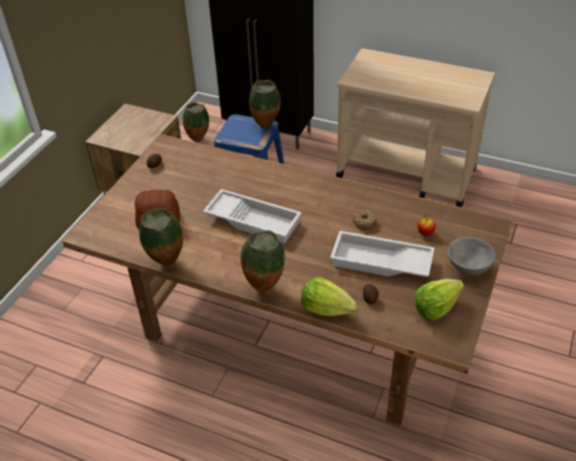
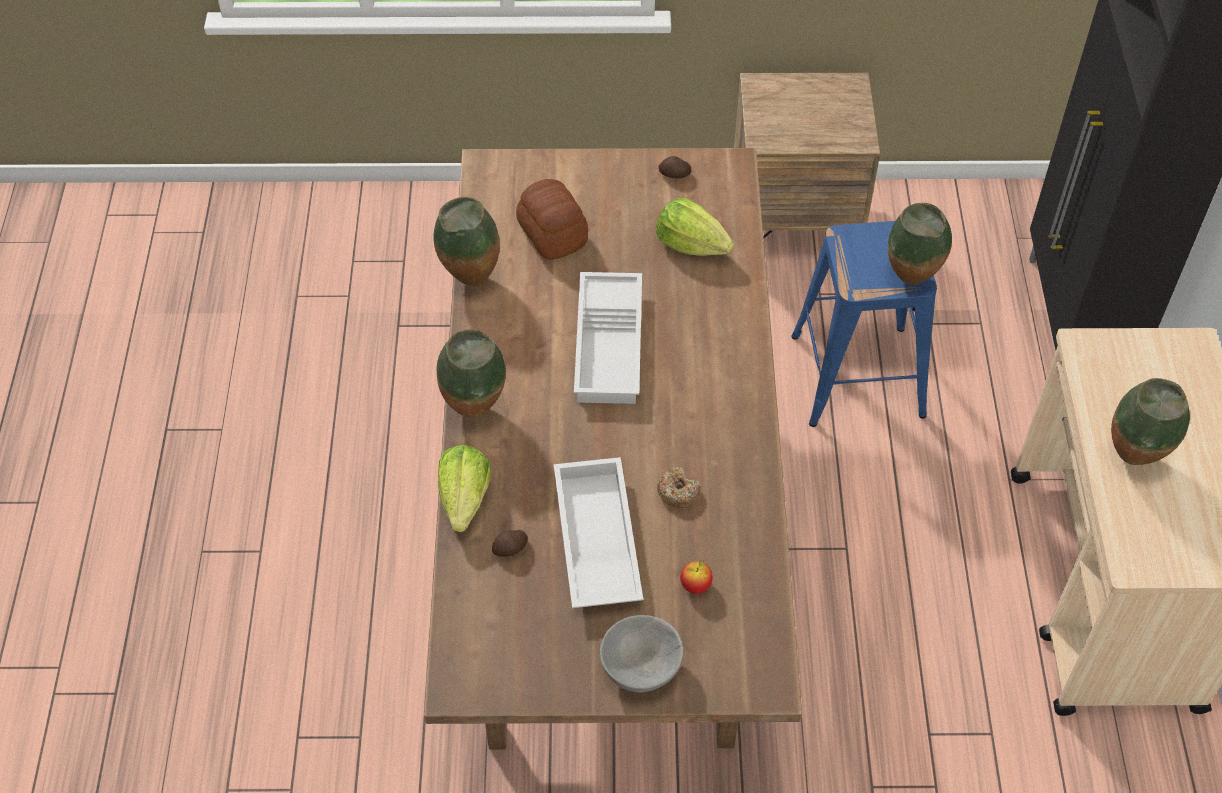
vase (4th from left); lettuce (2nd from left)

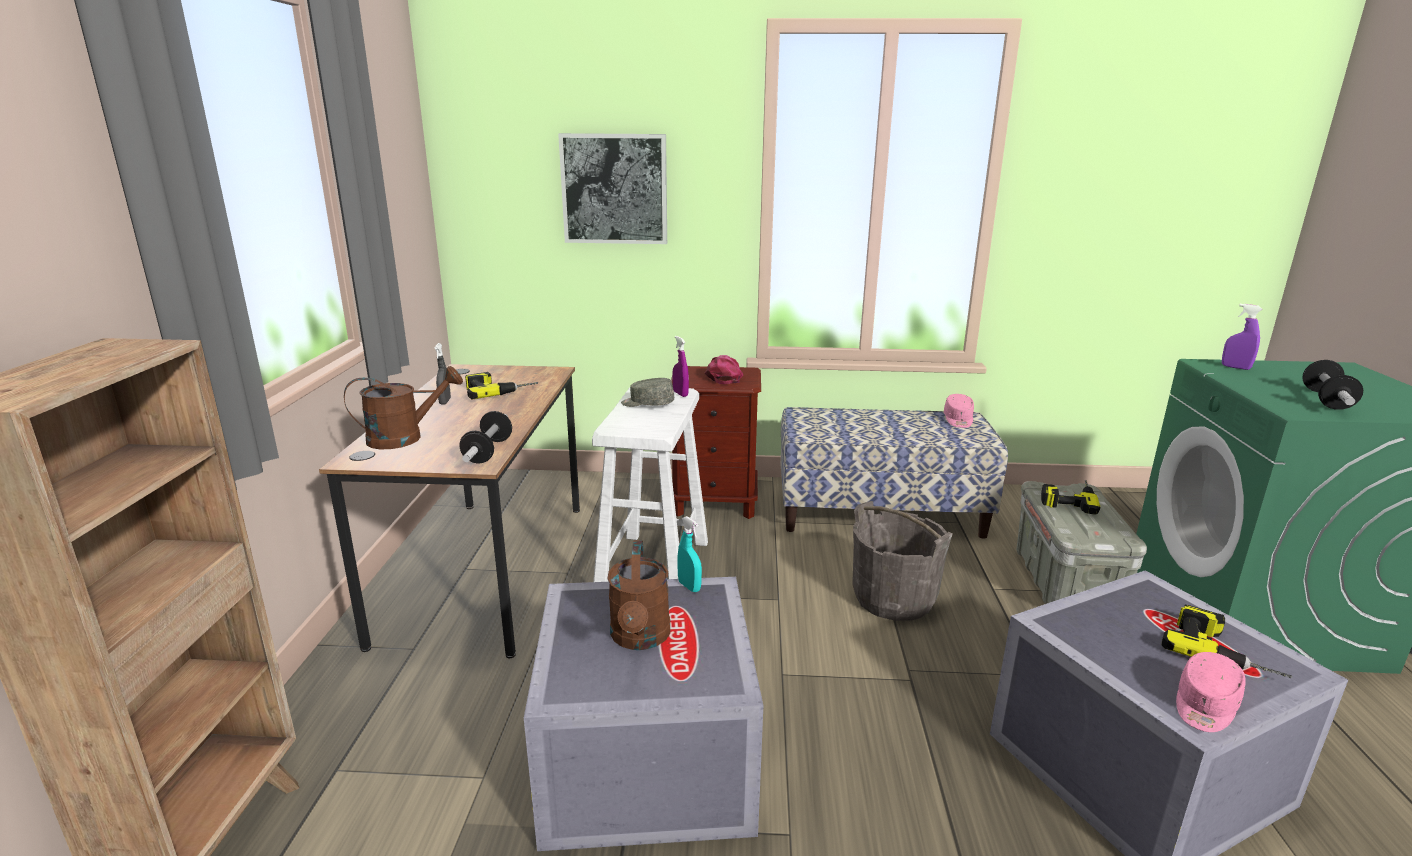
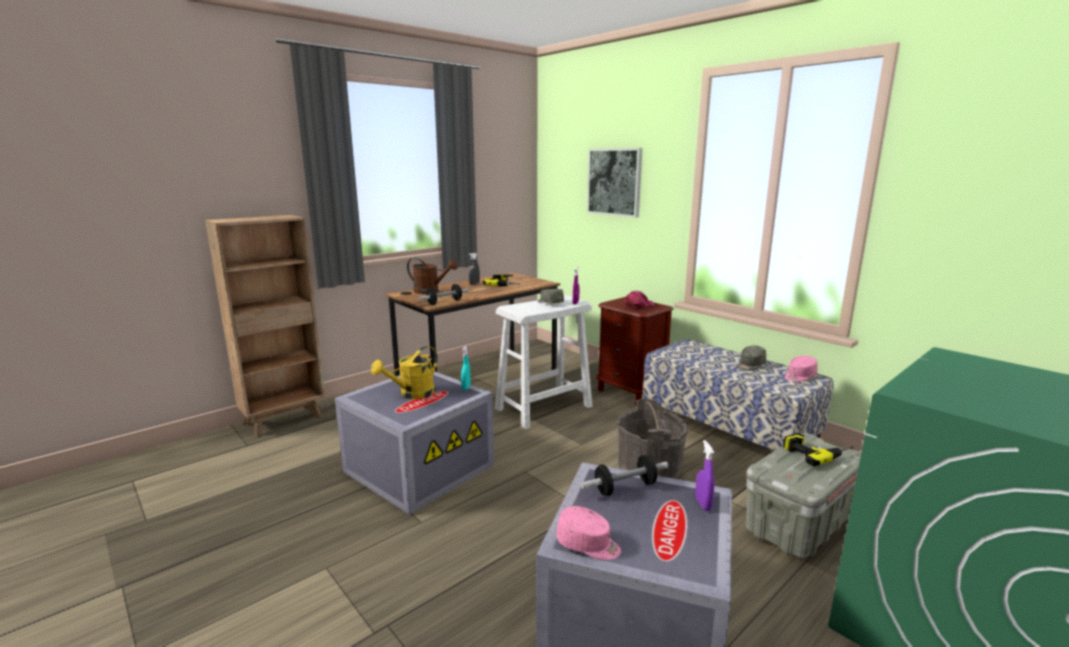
power drill (3rd from left in the first image); grey cap (2nd from left); purple spray bottle (2nd from left); dumbbell (2nd from left); yellow watering can; pink cap (1st from left)

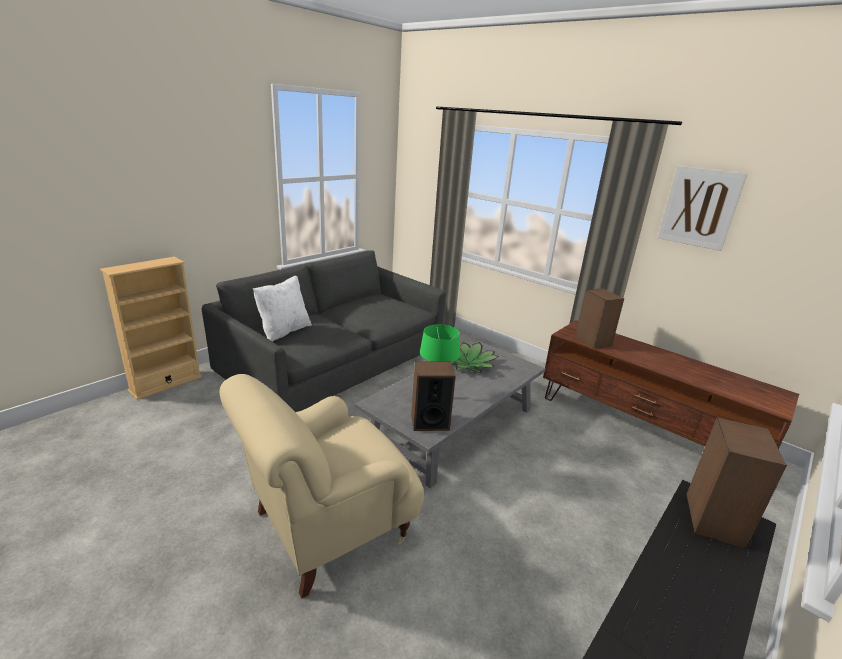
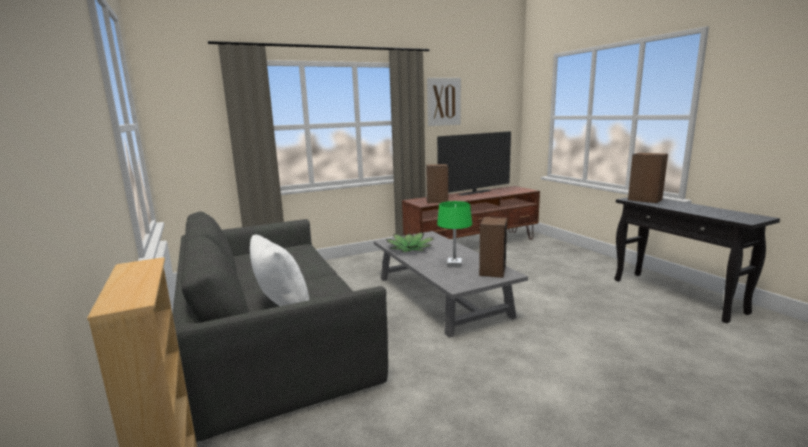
beige armchair; television

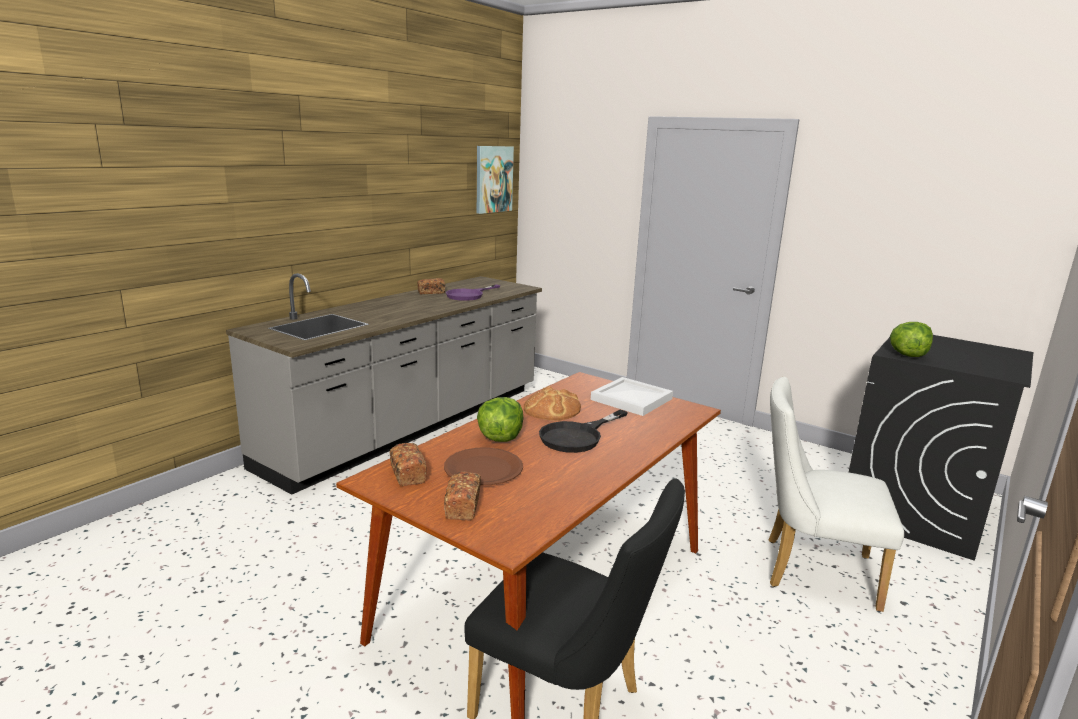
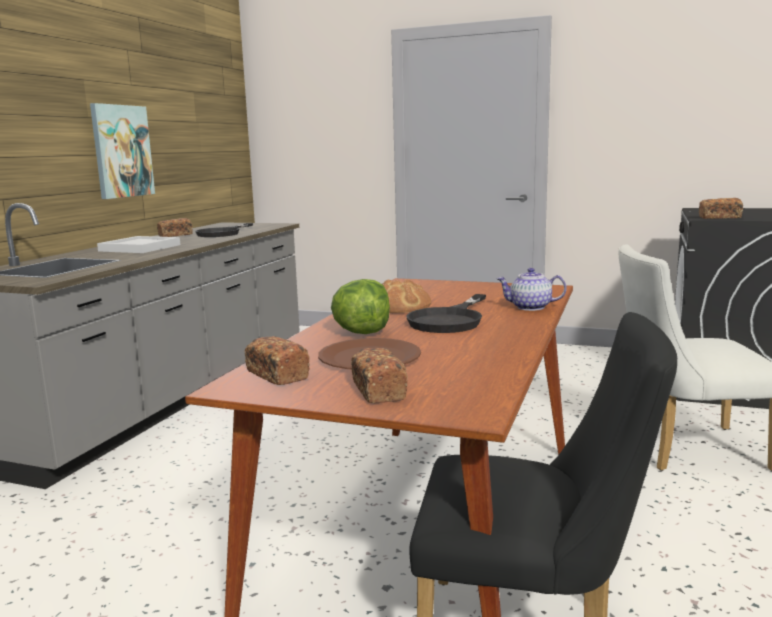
teapot; picture; white tray; bread (5th from left); black frying pan (1st from left)

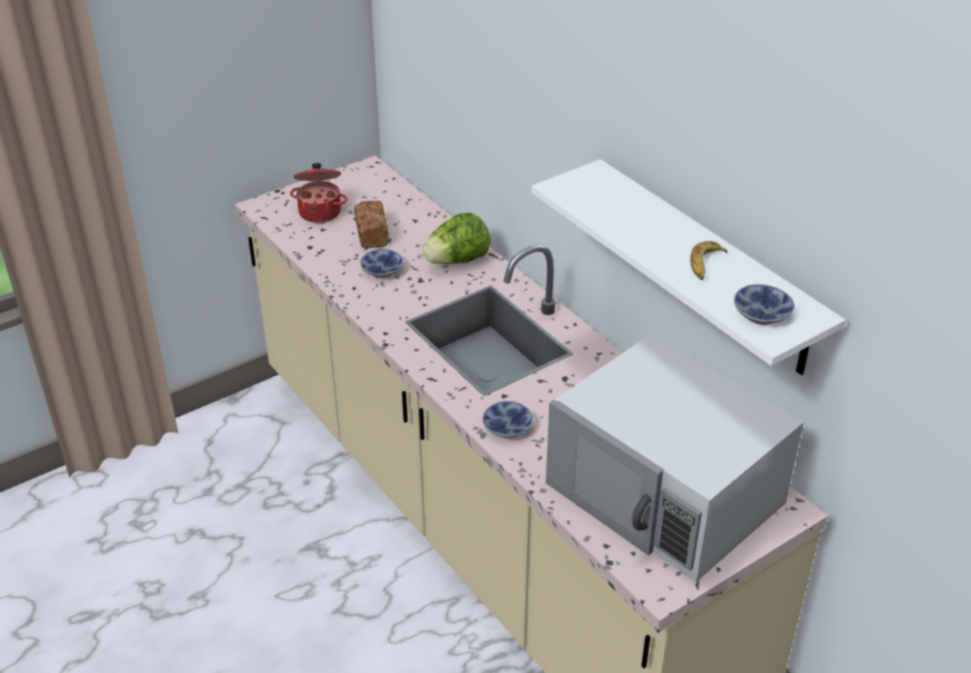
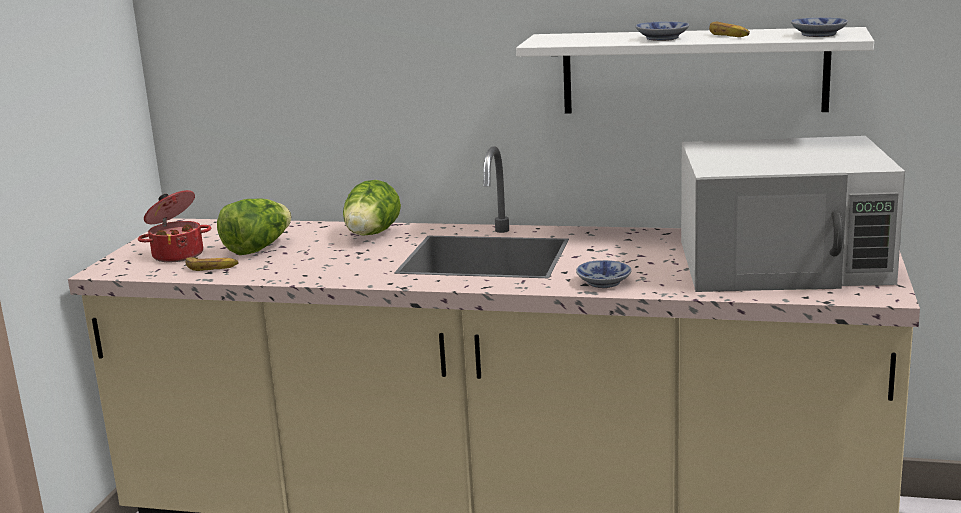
banana (1st from left); bowl (2nd from left); lettuce (1st from left)

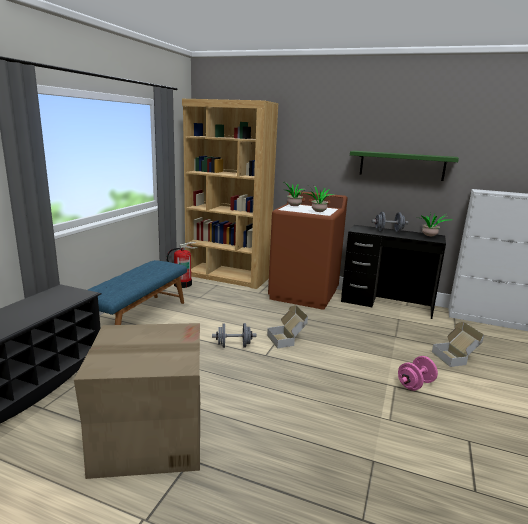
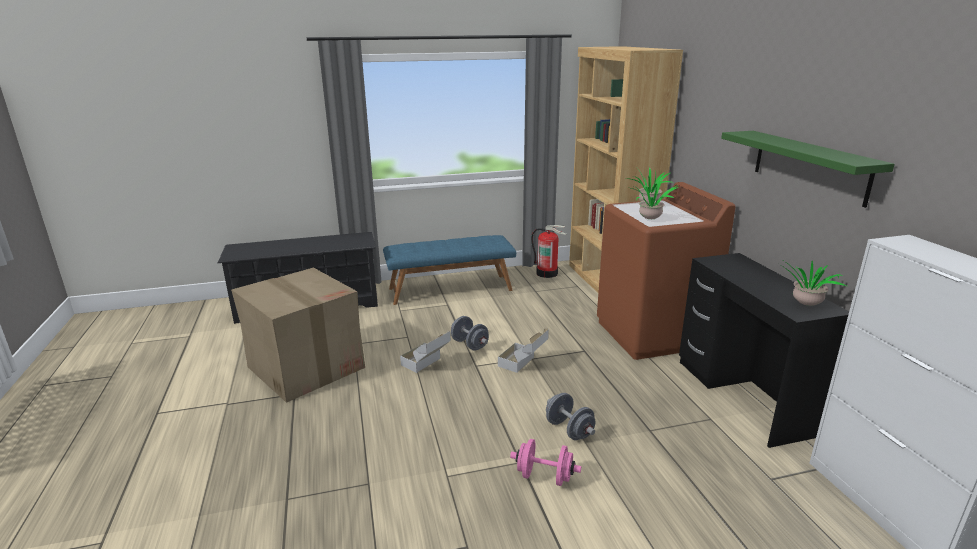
grey dumbbell (2nd from left); cardboard box (2nd from left)

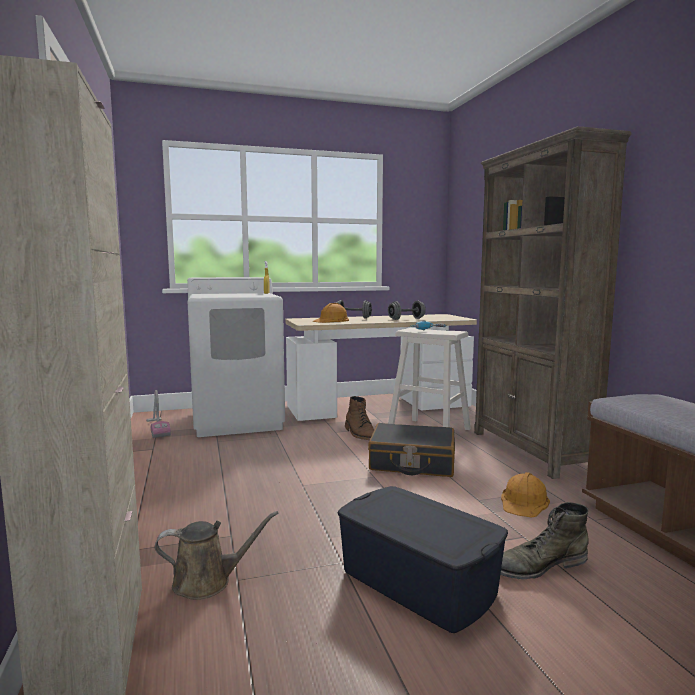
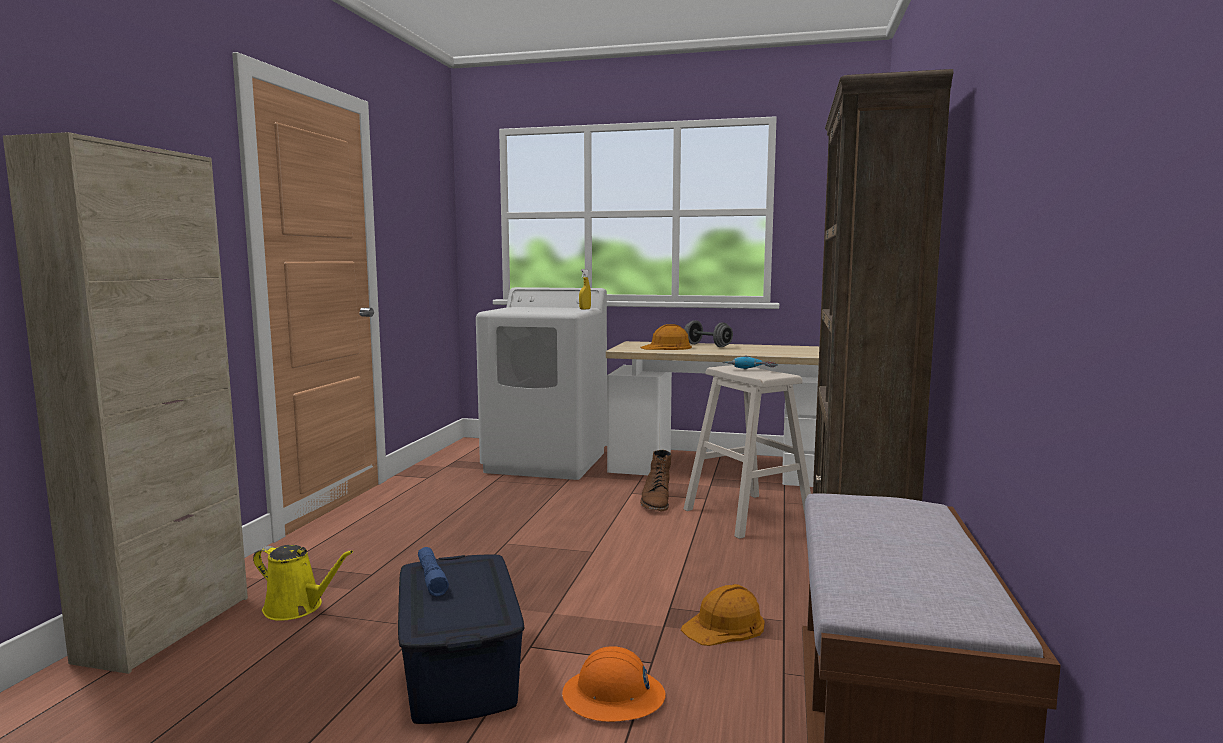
vacuum cleaner; black suitcase; grey dumbbell (2nd from left in the first image); blue flashlight; orange hard hat (1st from left); yellow watering can

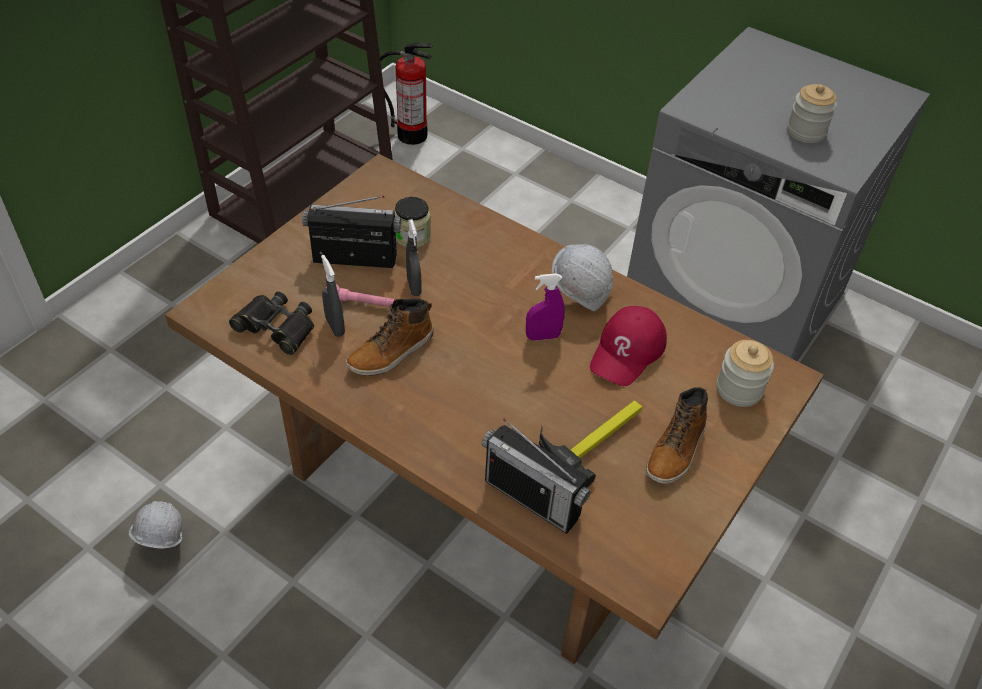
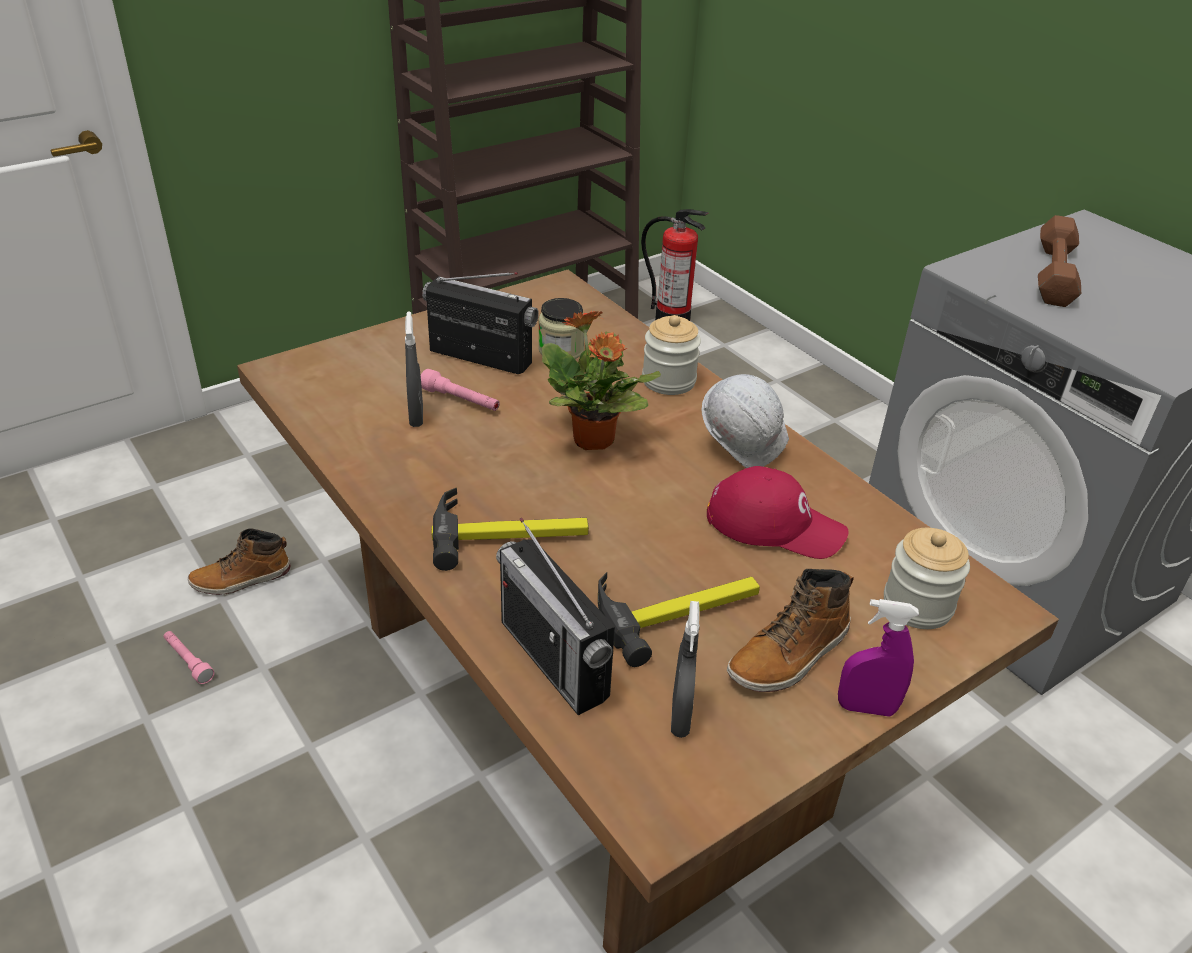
black binoculars; hammer (1st from left); potted plant; brown dumbbell; boot (1st from left); grey spray bottle (2nd from left); purple spray bottle; jar (2nd from left); pink flashlight (1st from left); red cap

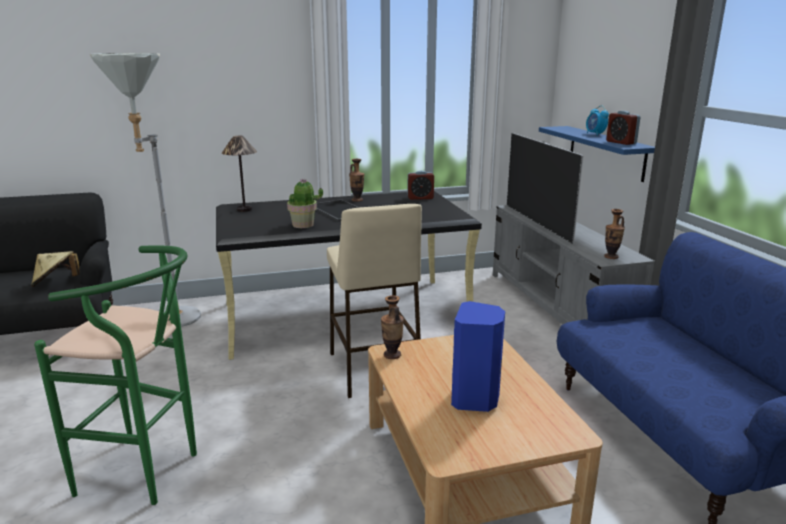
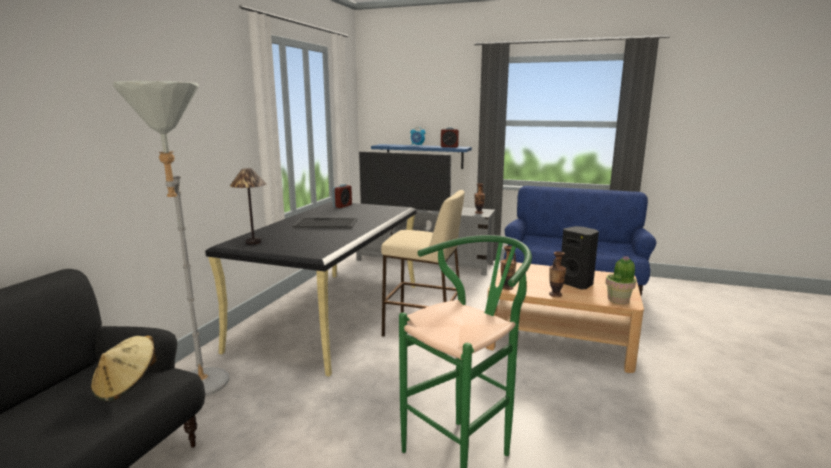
potted plant; vase (3rd from left); black speaker

